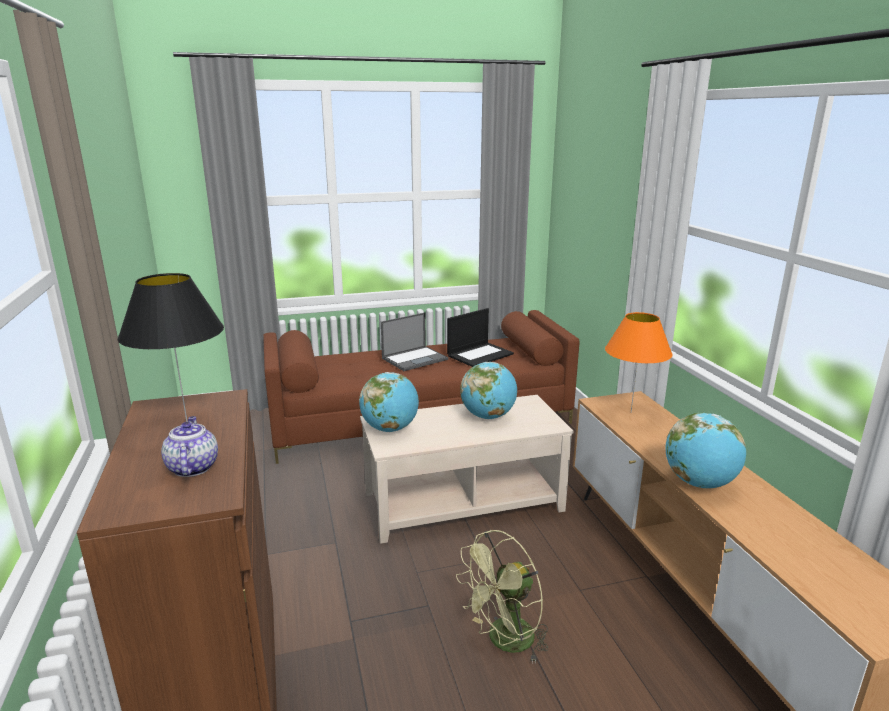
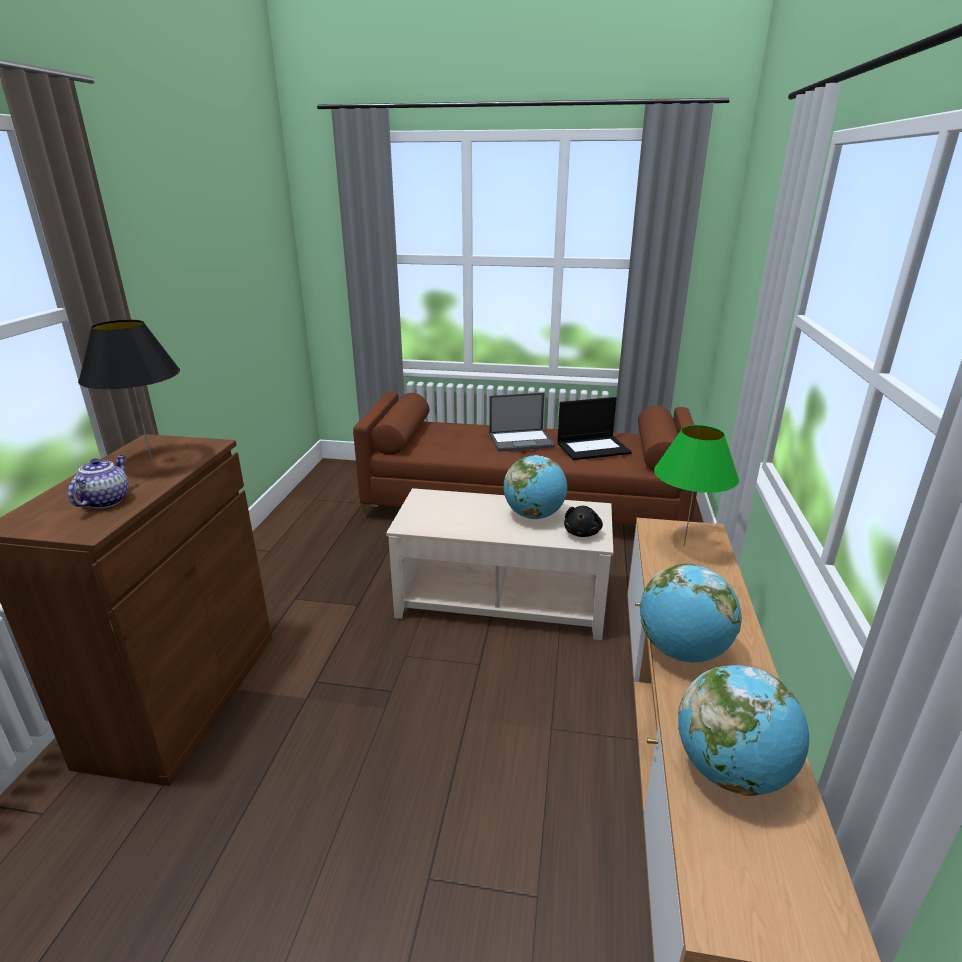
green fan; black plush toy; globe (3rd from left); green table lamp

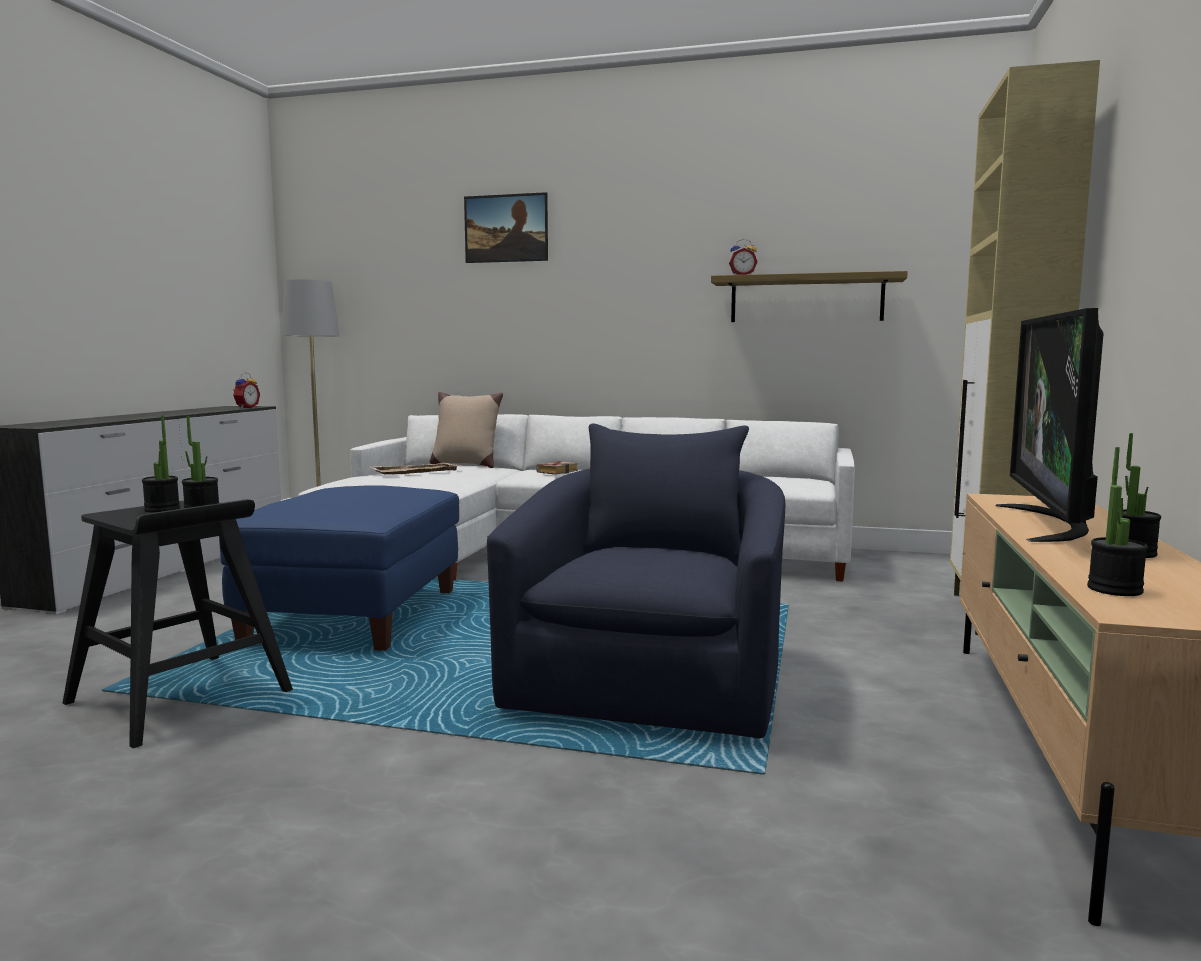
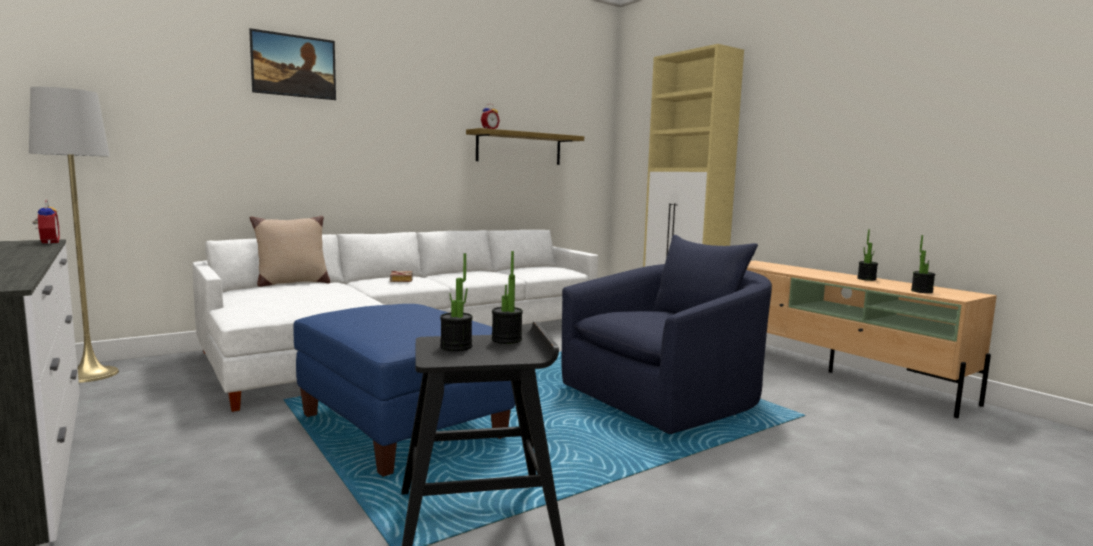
beige tray; television; blue armchair

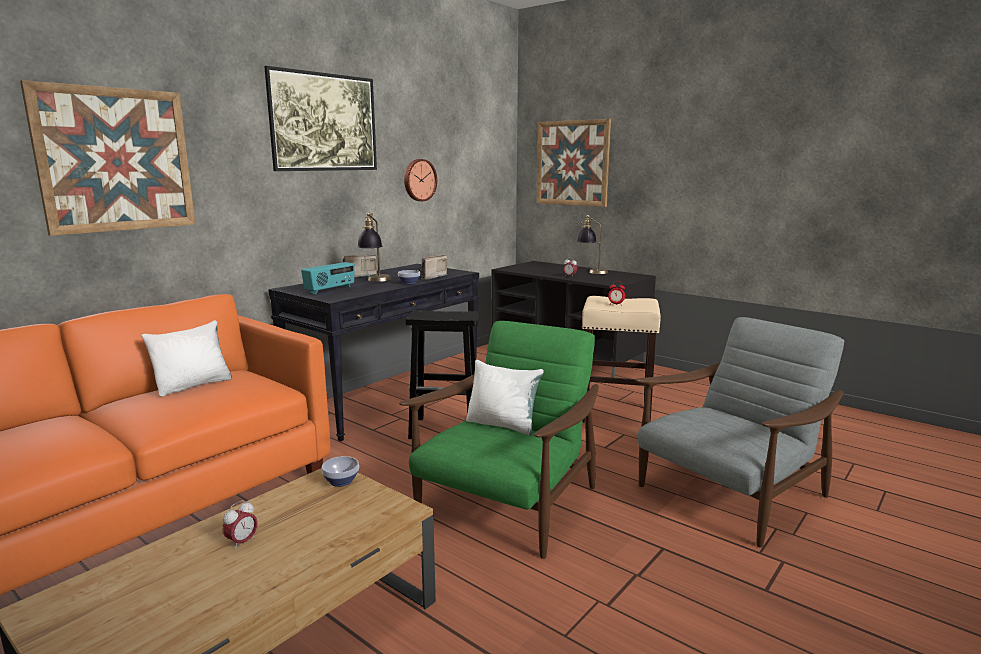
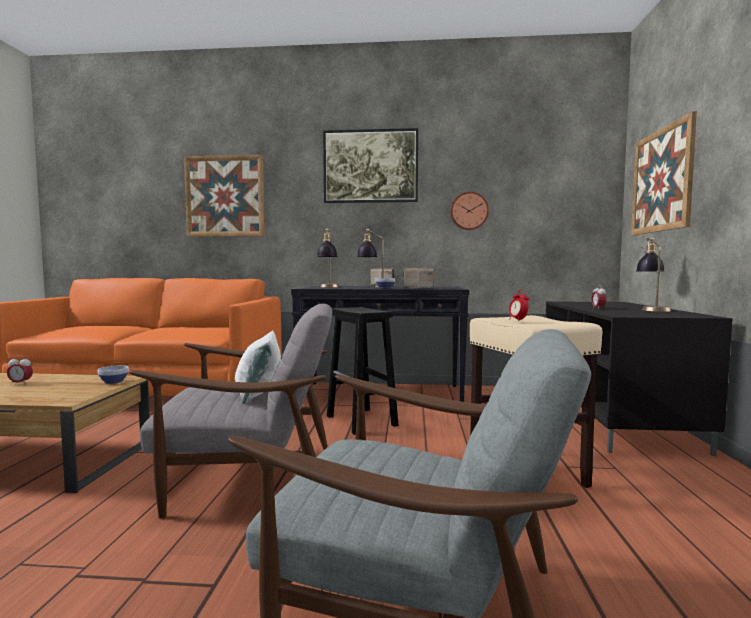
white pillow (1st from left in the first image); table lamp (1st from left); grey armchair (1st from left)

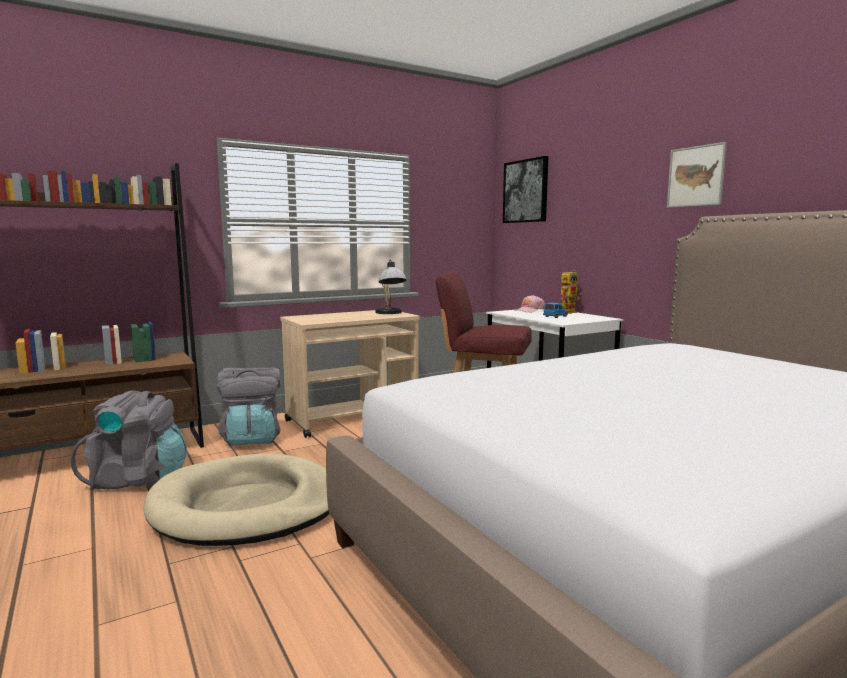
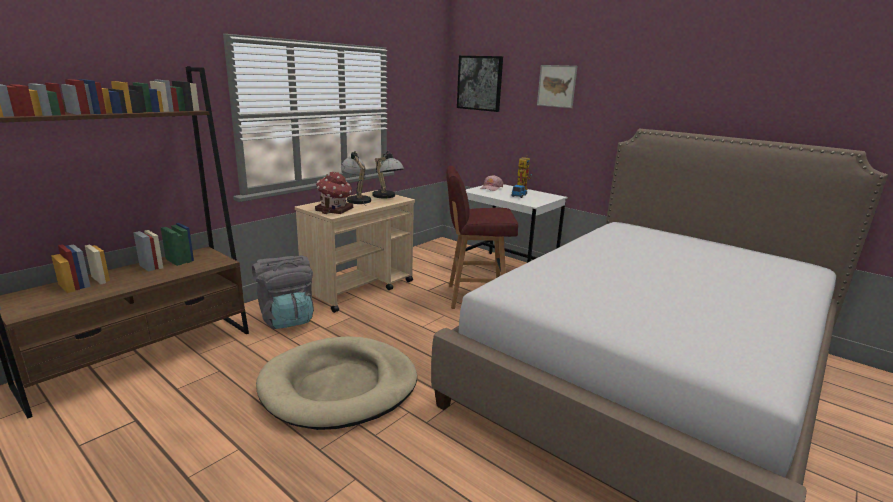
grey backpack (1st from left in the first image); toy house; table lamp (1st from left); picture (2nd from left)

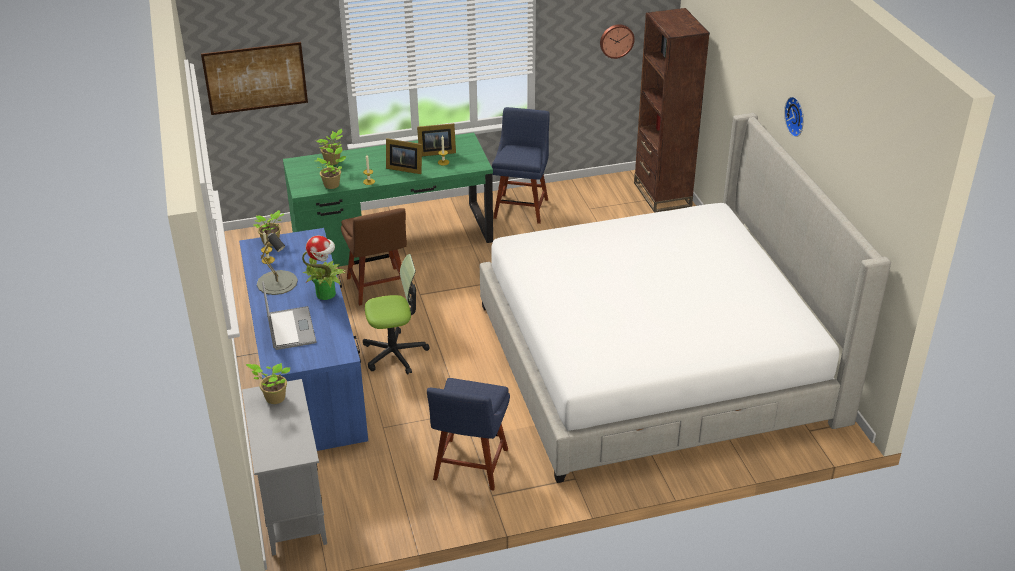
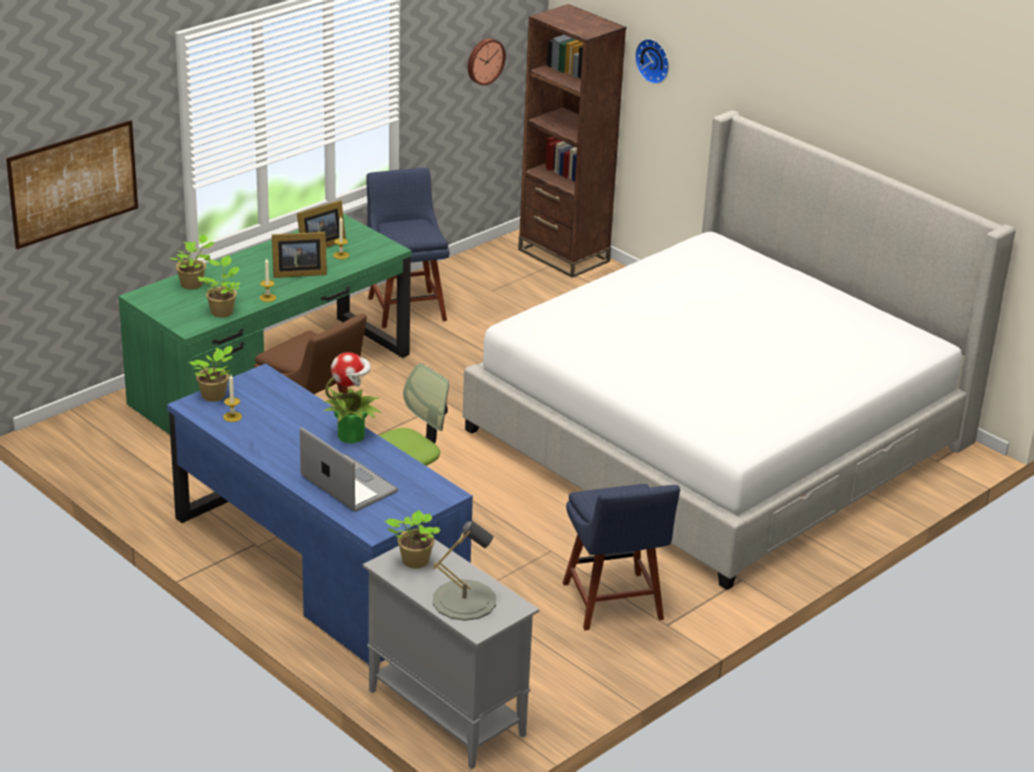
grey table lamp; wall clock (2nd from left)

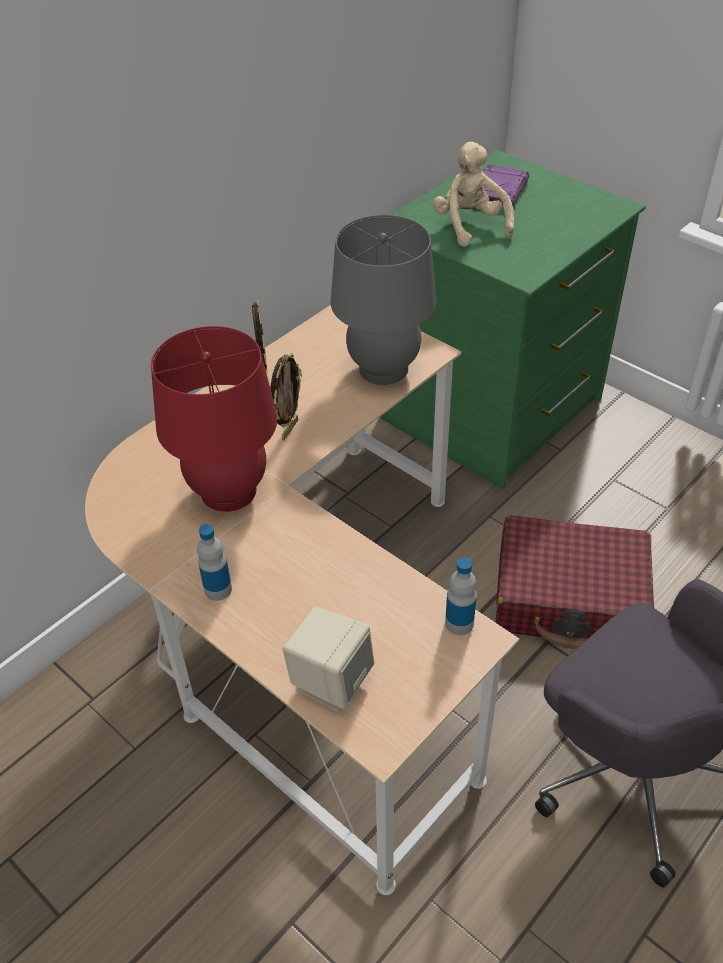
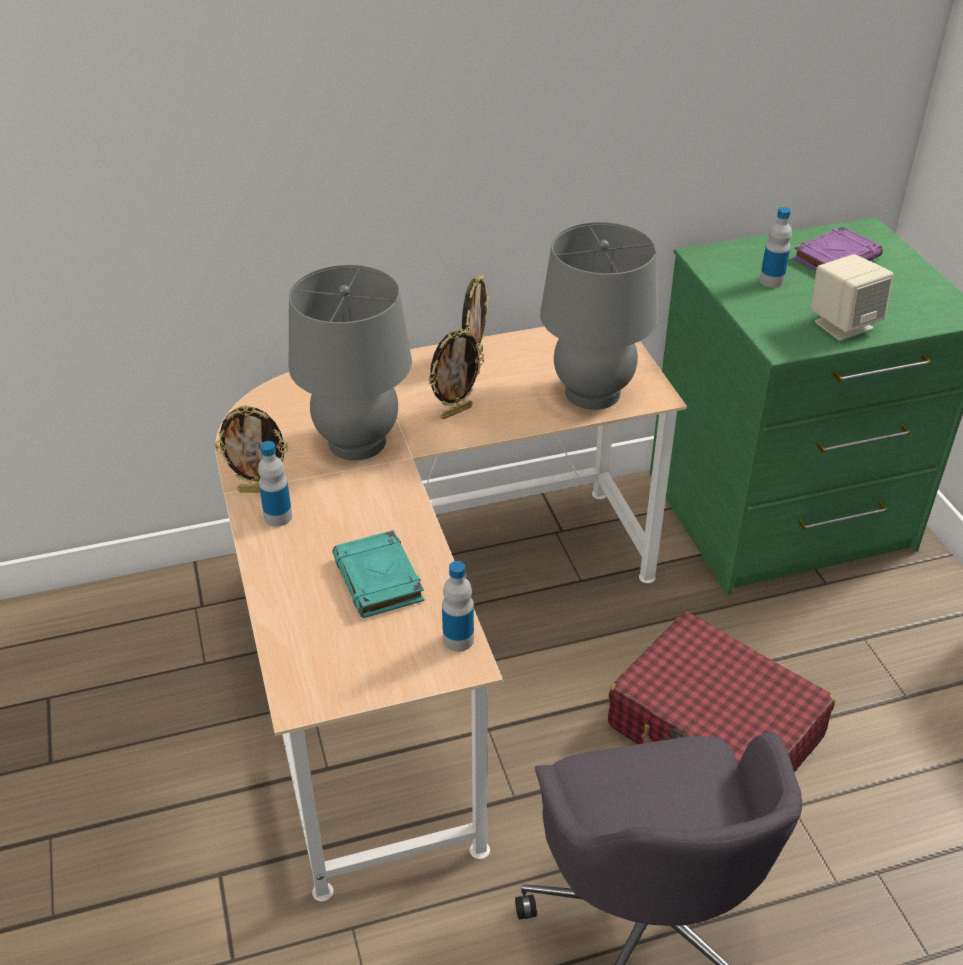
picture frame (1st from left); turquoise book; beige speaker; bottle (3rd from left); grey table lamp (1st from left)

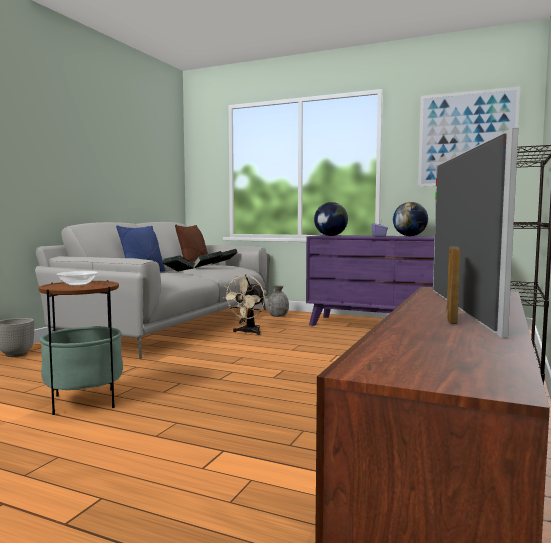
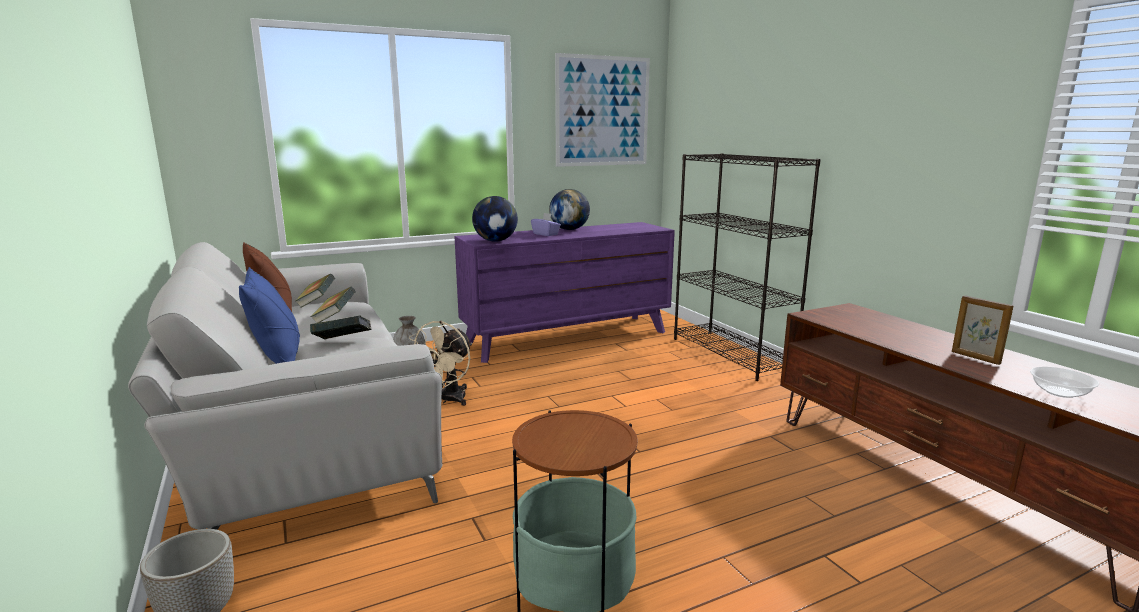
television; bowl; beige fan

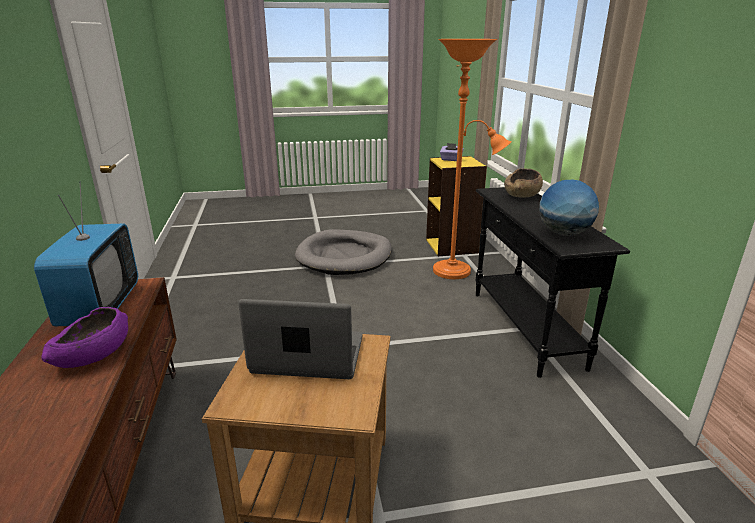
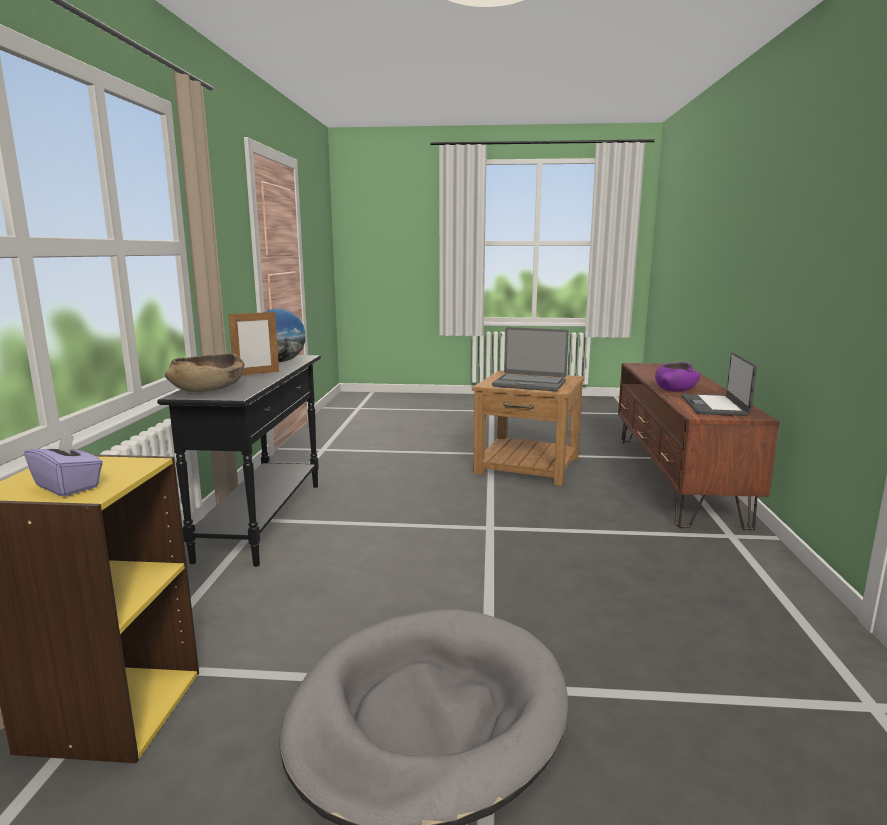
orange floor lamp; picture frame; laptop (2nd from left)

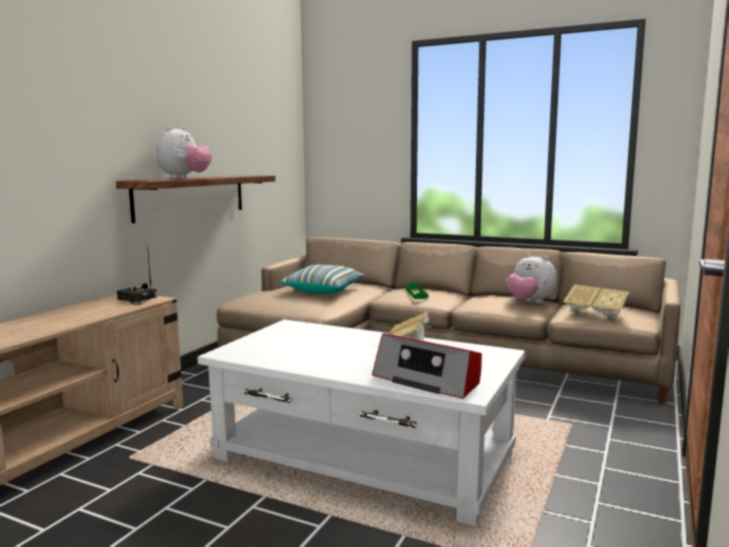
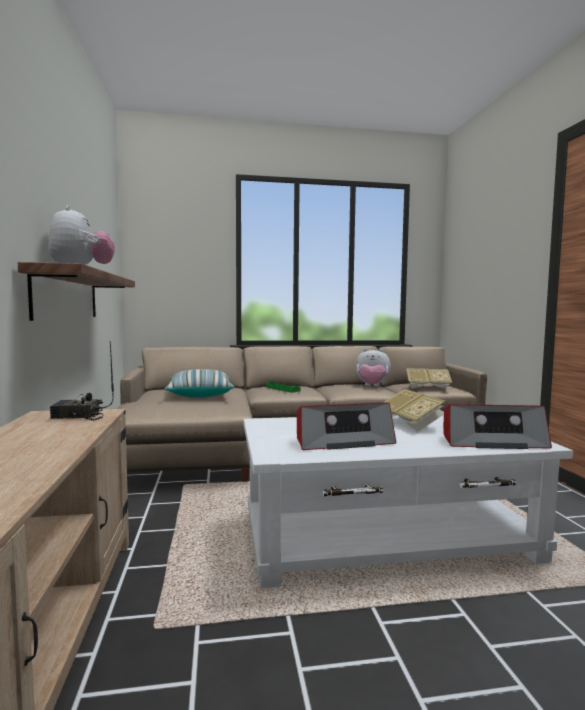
radio (2nd from left)

